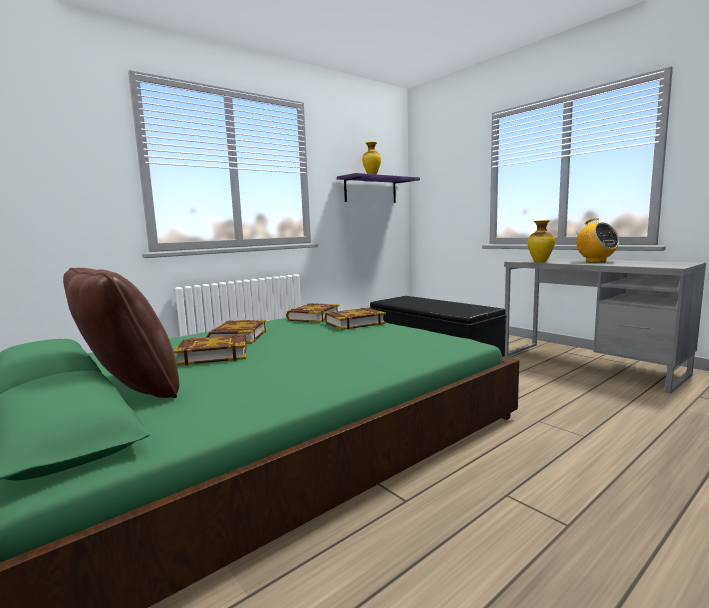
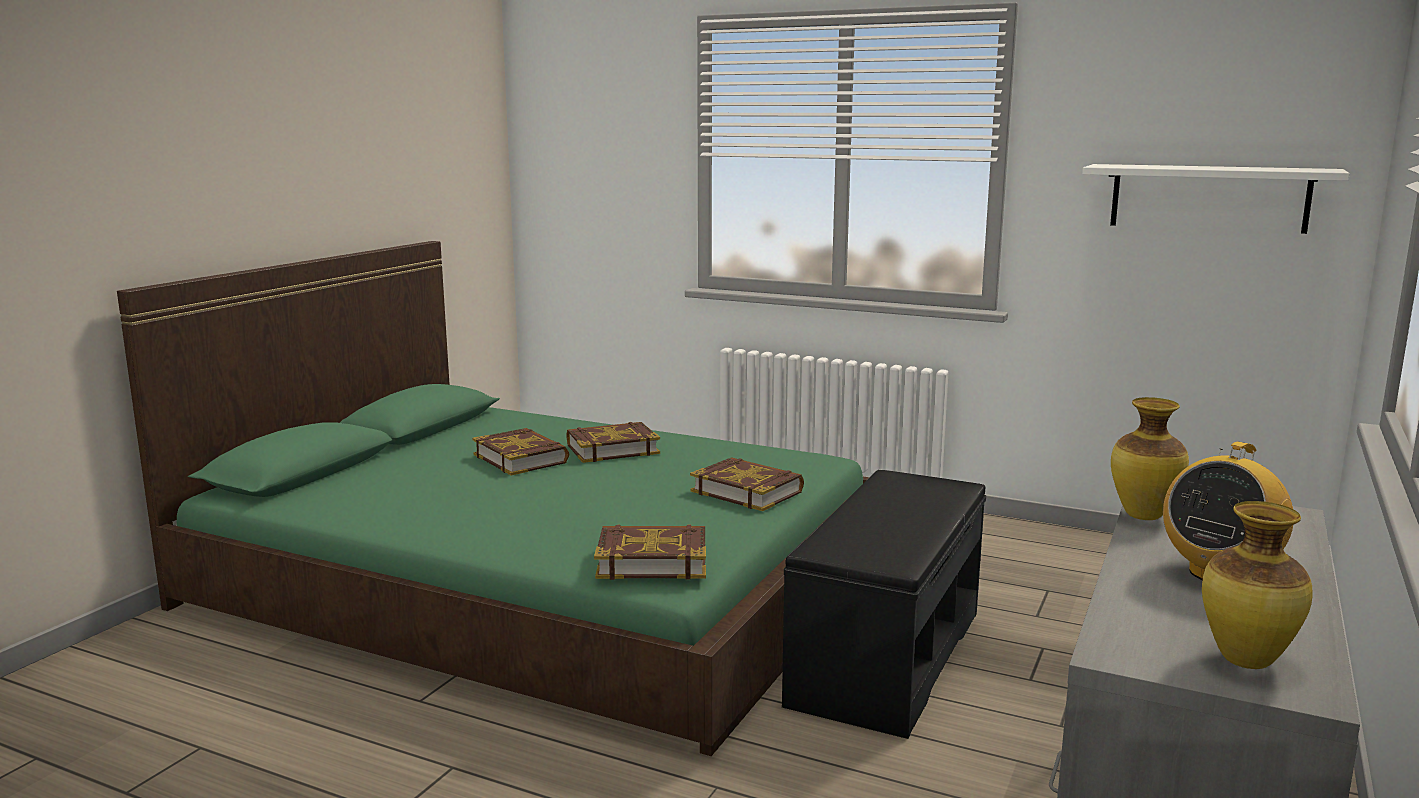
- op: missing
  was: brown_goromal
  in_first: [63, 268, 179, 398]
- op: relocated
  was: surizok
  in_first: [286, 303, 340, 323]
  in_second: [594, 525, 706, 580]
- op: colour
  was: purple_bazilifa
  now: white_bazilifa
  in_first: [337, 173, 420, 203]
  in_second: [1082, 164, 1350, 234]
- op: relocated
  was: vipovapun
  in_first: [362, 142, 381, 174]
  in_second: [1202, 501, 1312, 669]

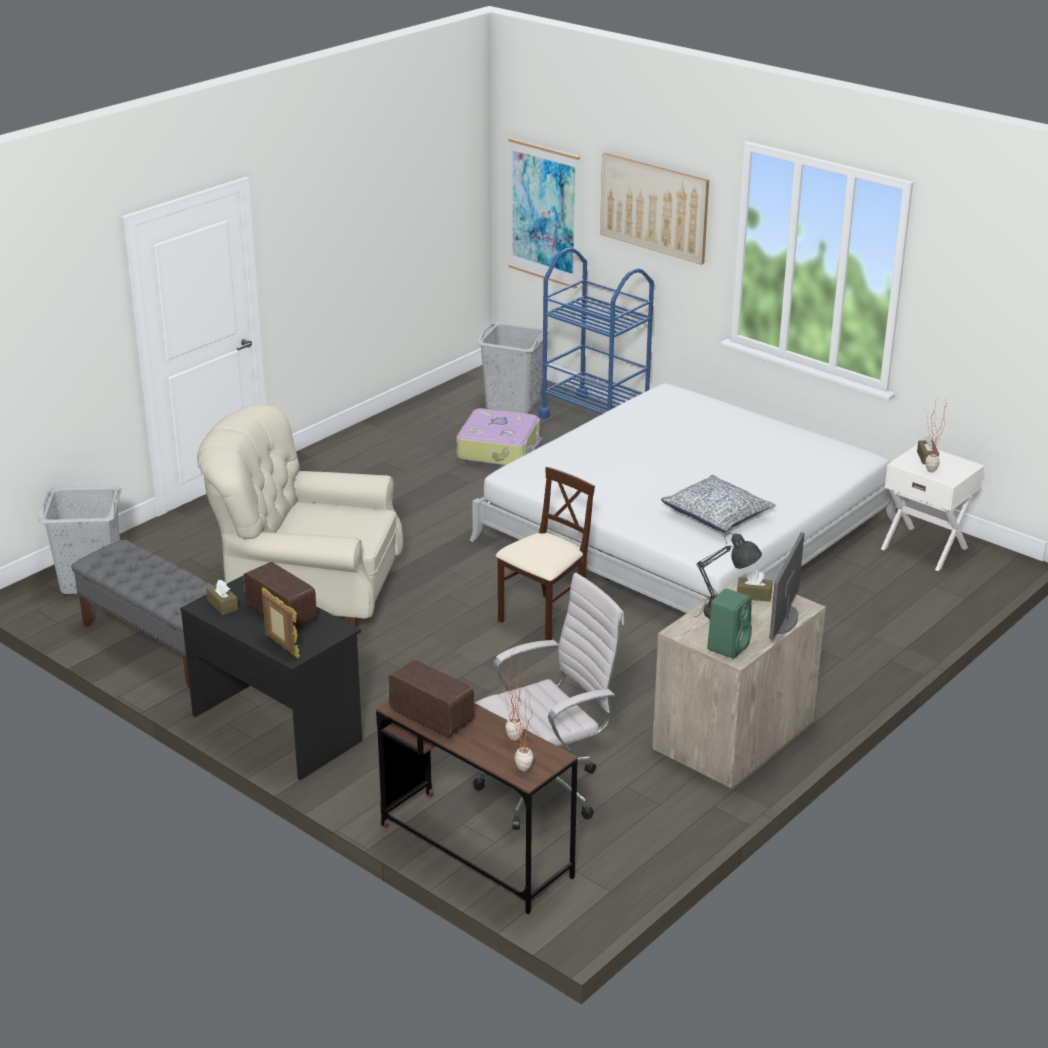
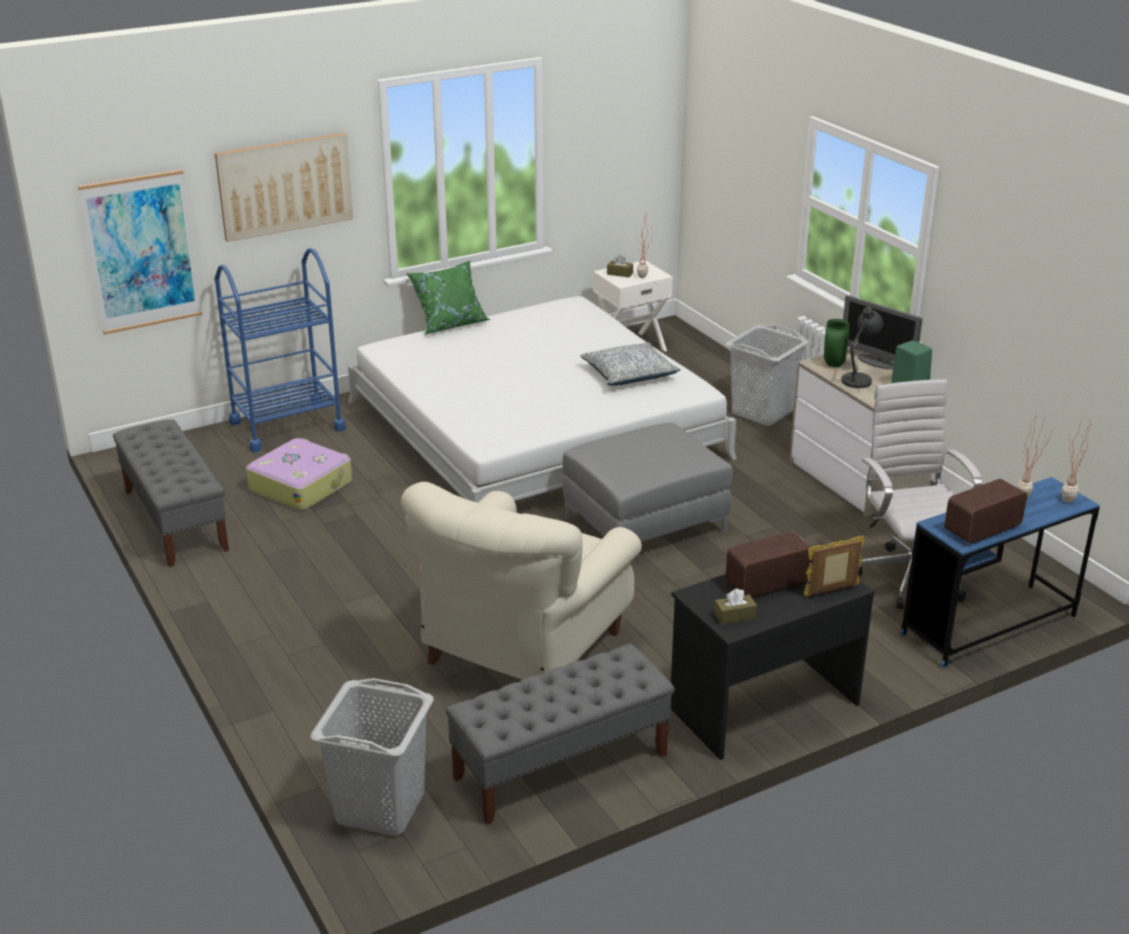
- op: colour
  was: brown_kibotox
  now: blue_kibotox
  in_first: [376, 701, 578, 914]
  in_second: [900, 477, 1100, 668]
- op: relocated
  was: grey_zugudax
  in_first: [476, 322, 550, 414]
  in_second: [725, 324, 810, 426]
- op: exchanged
  was: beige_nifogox
  now: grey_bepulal
  in_first: [496, 467, 595, 640]
  in_second: [563, 423, 733, 542]
- op: exchanged
  was: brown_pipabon
  now: green_vipovapun
  in_first: [737, 570, 772, 602]
  in_second: [824, 319, 850, 367]
- op: appeared
  now: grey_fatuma
  in_second: [113, 420, 229, 567]
- op: appeared
  now: green_goromal
  in_second: [406, 261, 491, 335]

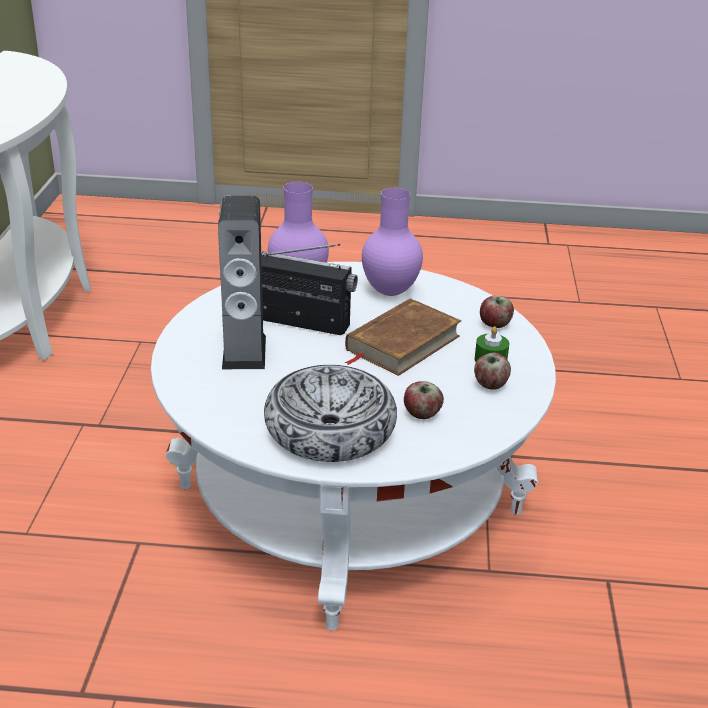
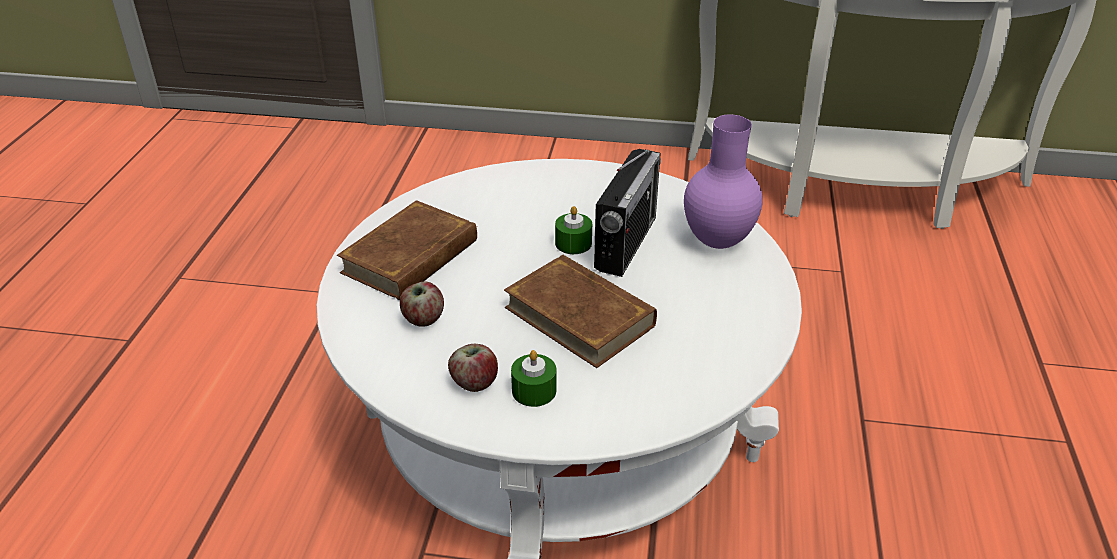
- op: missing
  was: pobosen
  in_first: [218, 196, 266, 369]
- op: exchanged
  was: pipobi
  now: brown_surizok
  in_first: [264, 365, 397, 462]
  in_second: [337, 200, 477, 300]
- op: missing
  was: purple_vipovapun
  in_first: [362, 188, 423, 296]
- op: missing
  was: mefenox
  in_first: [480, 296, 514, 328]
- op: appeared
  now: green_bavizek
  in_second: [555, 206, 592, 254]

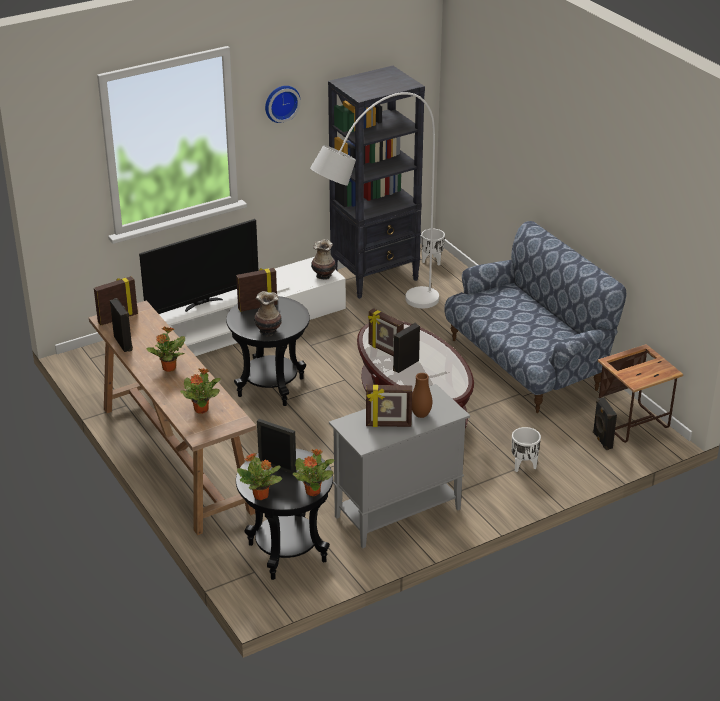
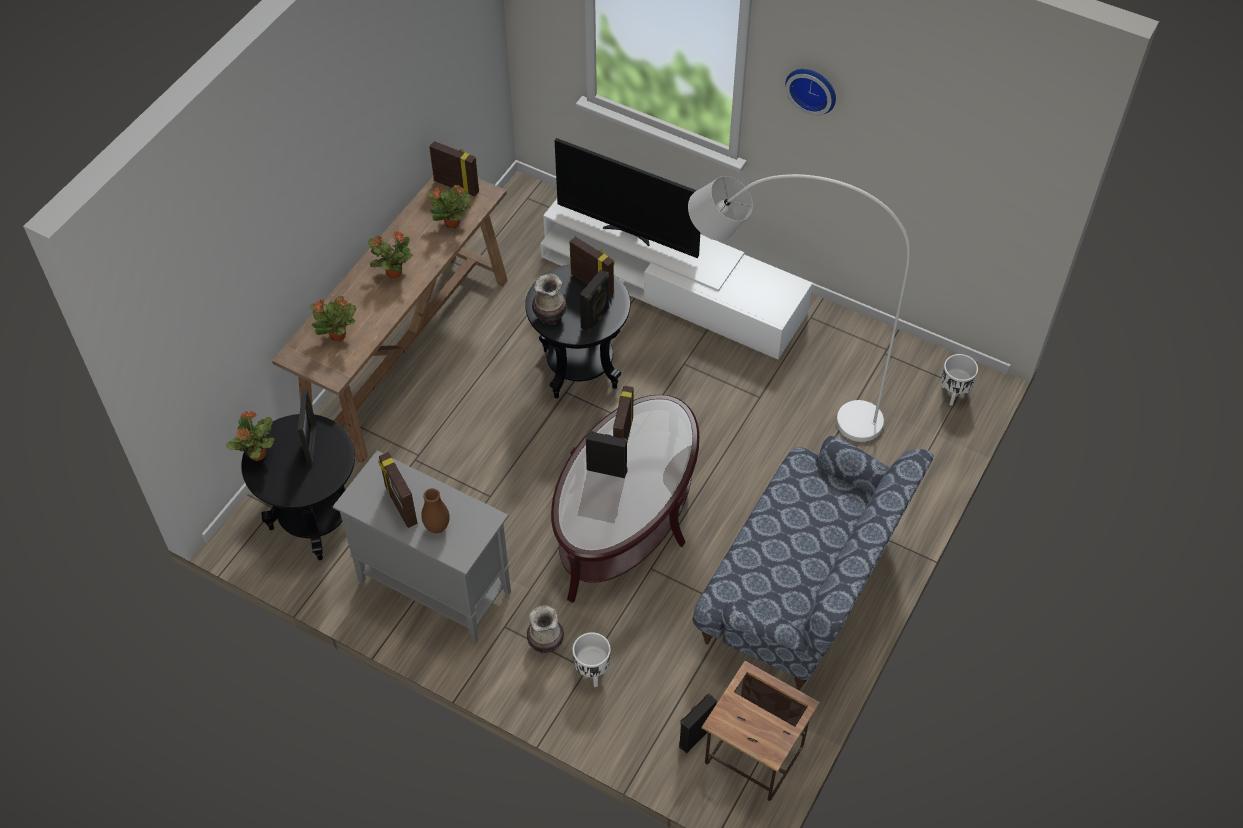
- op: relocated
  was: black_pobosen
  in_first: [110, 298, 133, 352]
  in_second: [580, 270, 610, 332]
- op: relocated
  was: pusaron
  in_first: [293, 449, 335, 496]
  in_second: [428, 185, 471, 228]
- op: relocated
  was: vipovapun
  in_first: [311, 239, 336, 279]
  in_second: [527, 605, 564, 653]
- op: missing
  was: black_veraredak
  in_first: [328, 66, 425, 299]

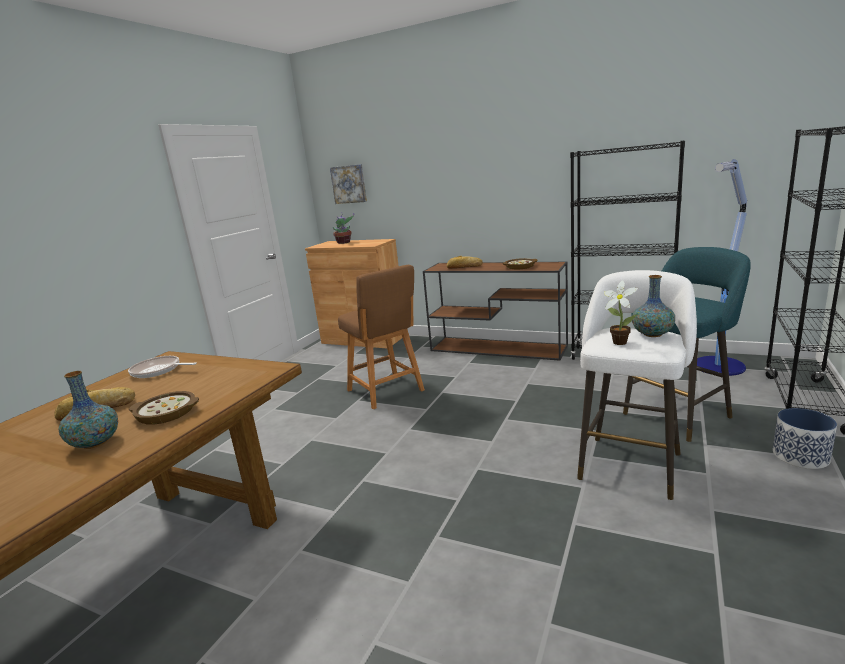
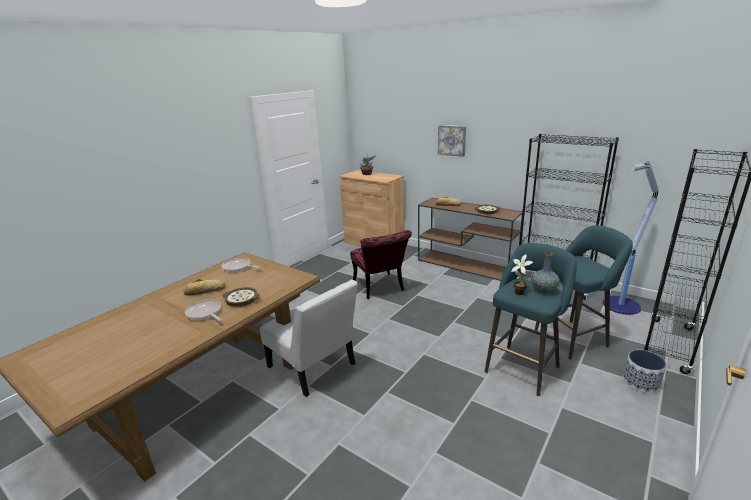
- op: exchanged
  was: vipovapun
  now: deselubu
  in_first: [58, 371, 118, 449]
  in_second: [185, 300, 222, 321]
- op: relocated
  was: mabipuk
  in_first: [330, 164, 367, 204]
  in_second: [438, 125, 466, 157]
- op: exchanged
  was: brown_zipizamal
  now: red_nifogox
  in_first: [338, 265, 425, 409]
  in_second: [350, 230, 412, 299]
- op: colour
  was: white_zipizamal
  now: turquoise_zipizamal
  in_first: [577, 270, 697, 500]
  in_second: [484, 243, 577, 396]
- op: appeared
  now: white_nifogox
  in_second: [260, 279, 358, 397]

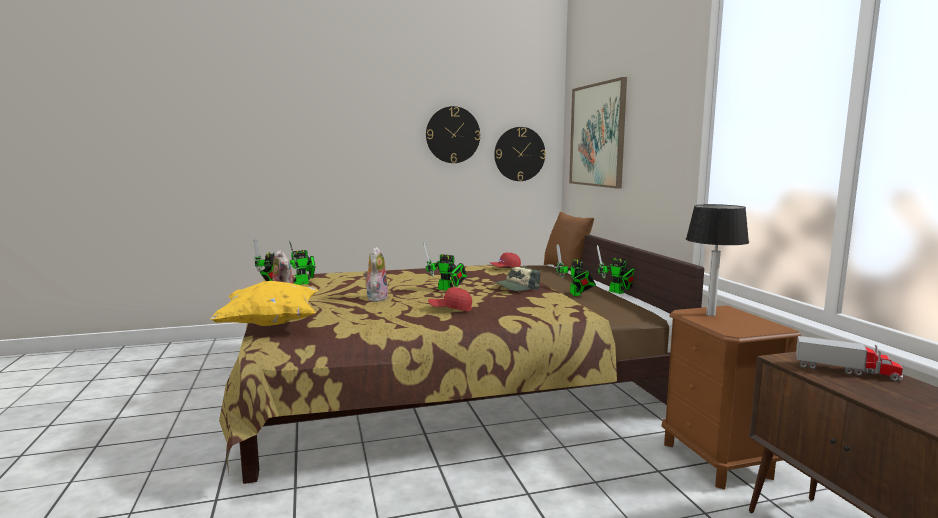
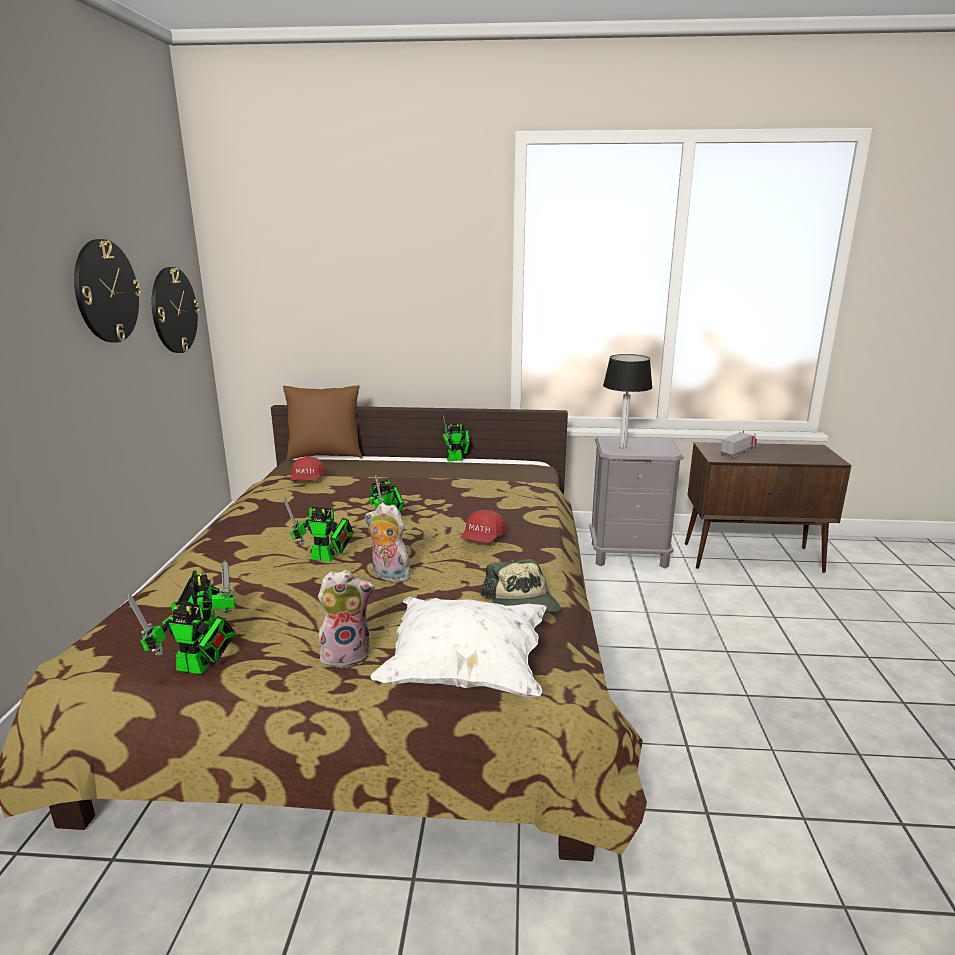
- op: colour
  was: yellow_goromal
  now: white_goromal
  in_first: [210, 281, 318, 326]
  in_second: [370, 597, 546, 697]
- op: relocated
  was: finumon
  in_first: [492, 266, 540, 291]
  in_second: [481, 559, 561, 612]
- op: relocated
  was: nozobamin
  in_first: [556, 244, 596, 296]
  in_second: [283, 496, 354, 562]
- op: missing
  was: mabipuk
  in_first: [569, 77, 627, 189]
- op: colour
  was: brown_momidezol
  now: grey_momidezol
  in_first: [662, 305, 801, 489]
  in_second: [590, 437, 684, 568]

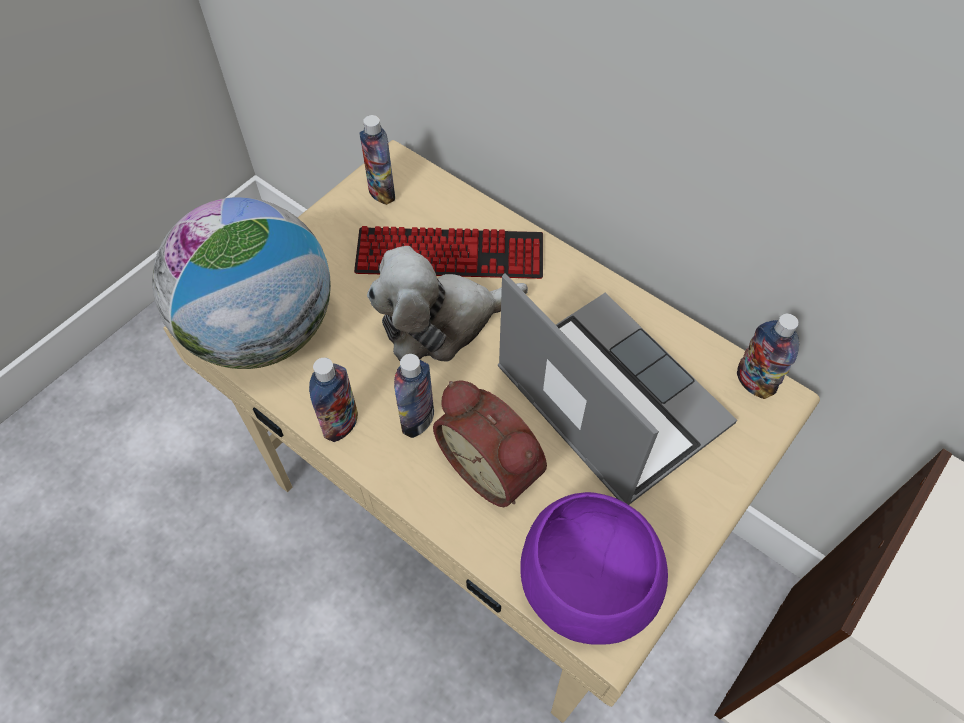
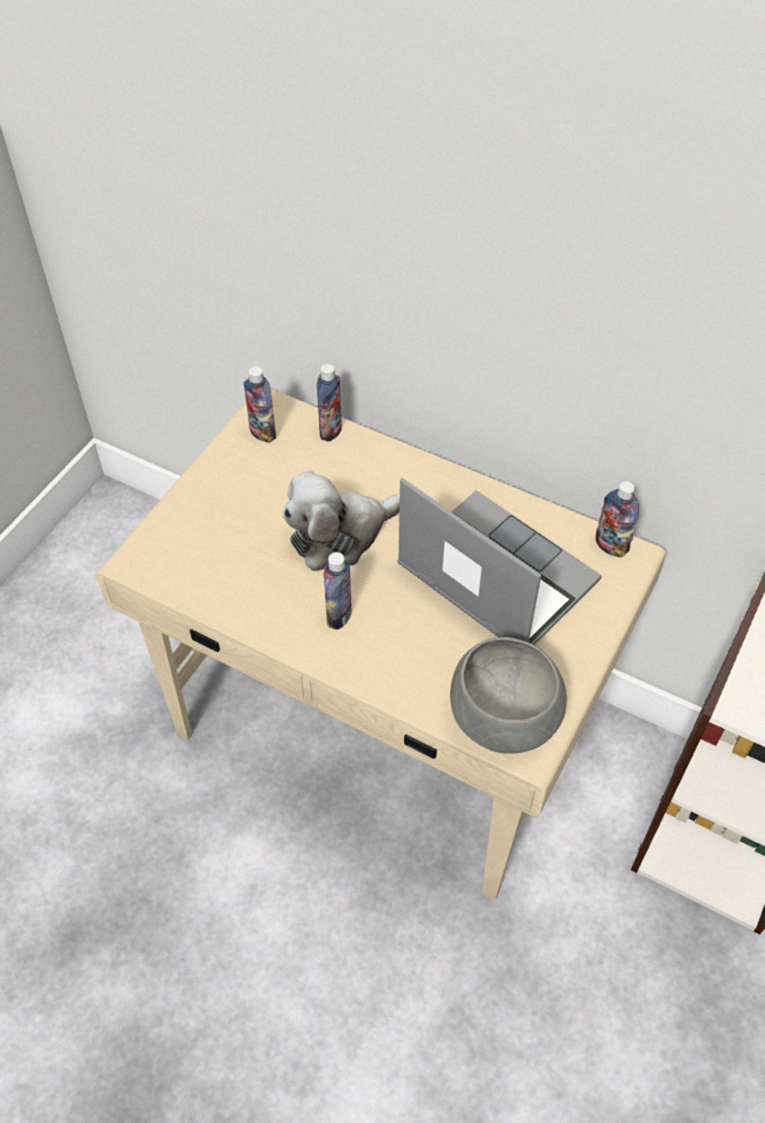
- op: missing
  was: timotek
  in_first: [152, 197, 331, 369]
- op: relocated
  was: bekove
  in_first: [309, 358, 358, 442]
  in_second: [317, 364, 342, 441]
- op: missing
  was: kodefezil
  in_first: [354, 226, 543, 279]
- op: missing
  was: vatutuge
  in_first: [433, 381, 547, 507]
- op: colour
  was: purple_pipobi
  now: grey_pipobi
  in_first: [520, 492, 668, 645]
  in_second: [450, 637, 567, 754]

